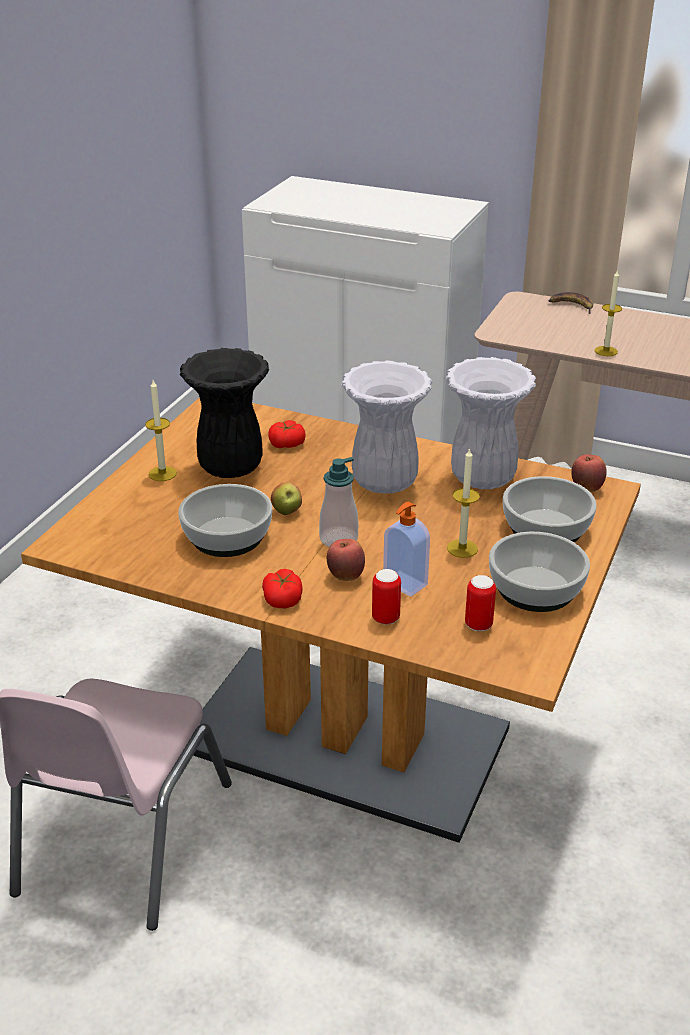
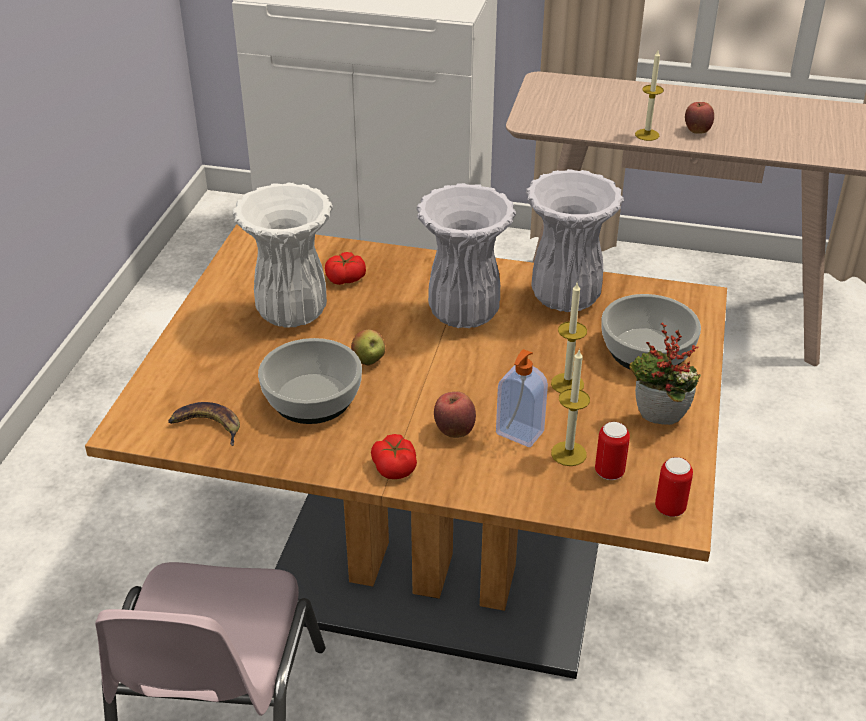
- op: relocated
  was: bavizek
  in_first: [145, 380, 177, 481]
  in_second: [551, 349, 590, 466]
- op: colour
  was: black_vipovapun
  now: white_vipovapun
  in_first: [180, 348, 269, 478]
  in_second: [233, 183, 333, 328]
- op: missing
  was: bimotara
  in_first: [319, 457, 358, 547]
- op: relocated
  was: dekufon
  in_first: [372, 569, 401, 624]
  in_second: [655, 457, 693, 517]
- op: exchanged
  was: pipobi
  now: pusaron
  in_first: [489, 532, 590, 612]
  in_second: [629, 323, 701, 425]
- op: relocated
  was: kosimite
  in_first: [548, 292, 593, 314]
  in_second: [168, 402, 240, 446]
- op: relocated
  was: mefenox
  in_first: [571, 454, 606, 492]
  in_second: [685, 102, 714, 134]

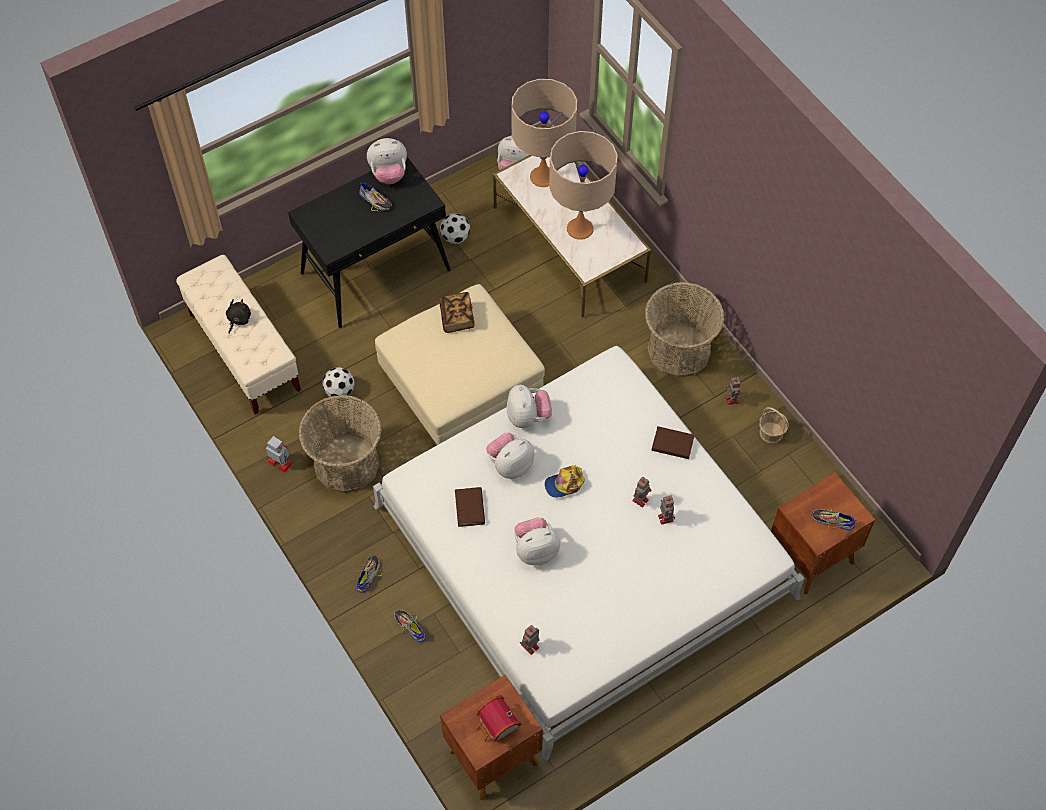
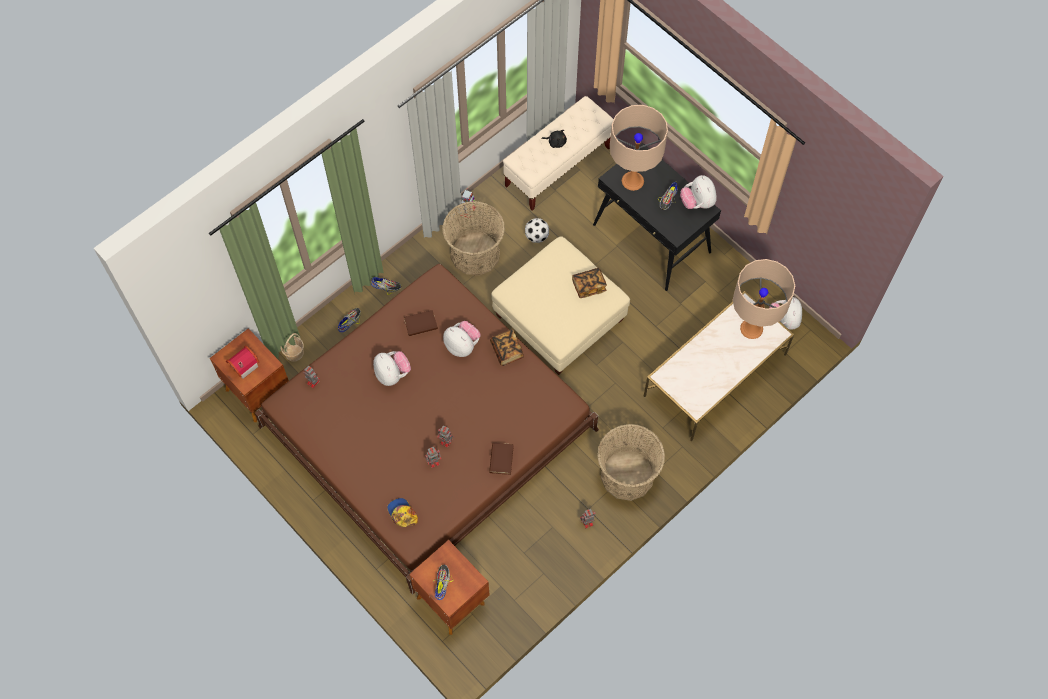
- op: colour
  was: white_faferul
  now: brown_faferul
  in_first: [373, 346, 805, 761]
  in_second: [255, 264, 599, 594]
- op: missing
  was: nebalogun
  in_first: [440, 213, 470, 244]
- op: exchanged
  was: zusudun
  now: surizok
  in_first: [507, 385, 552, 428]
  in_second: [490, 329, 524, 366]
- op: relocated
  was: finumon
  in_first: [545, 466, 585, 498]
  in_second: [387, 498, 418, 527]
- op: relocated
  was: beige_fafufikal
  in_first: [549, 131, 618, 240]
  in_second: [610, 105, 668, 191]
- op: relocated
  was: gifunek
  in_first: [759, 407, 789, 443]
  in_second: [281, 333, 304, 362]

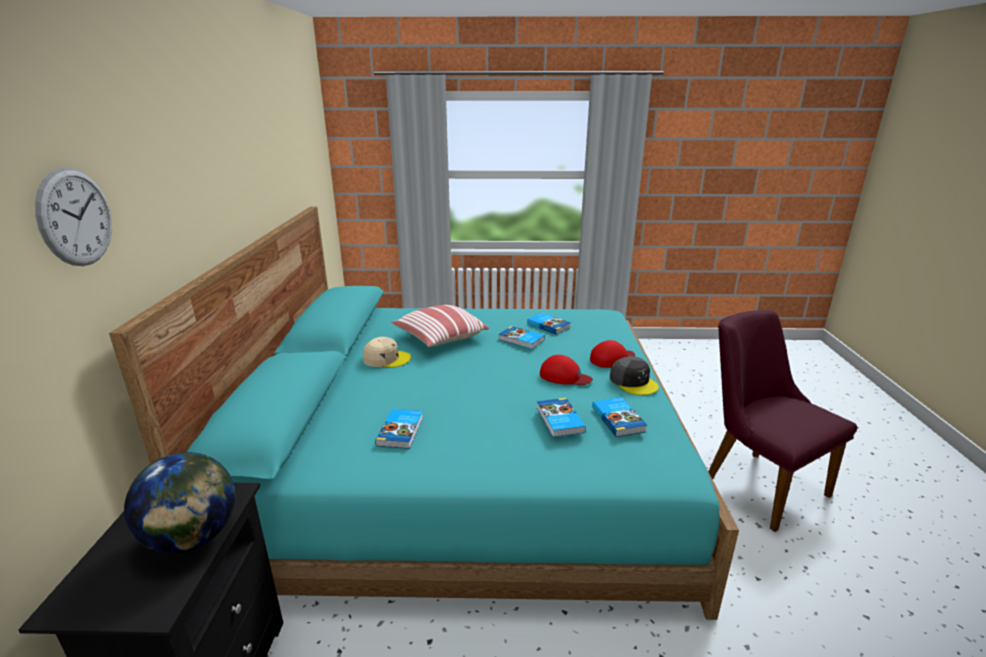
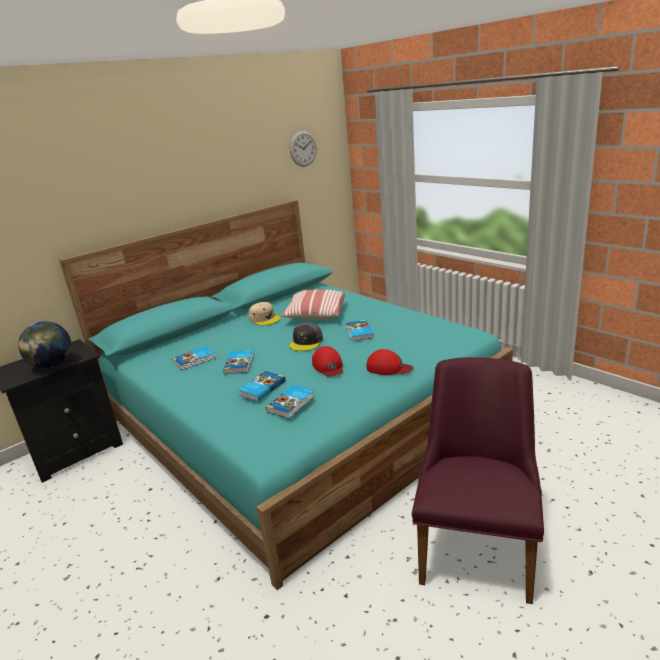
- op: relocated
  was: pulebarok
  in_first: [35, 168, 112, 266]
  in_second: [290, 131, 317, 167]
- op: relocated
  was: surizok
  in_first: [527, 313, 571, 335]
  in_second: [223, 350, 254, 374]
- op: relocated
  was: grey_finumon
  in_first: [610, 356, 659, 395]
  in_second: [290, 323, 323, 351]

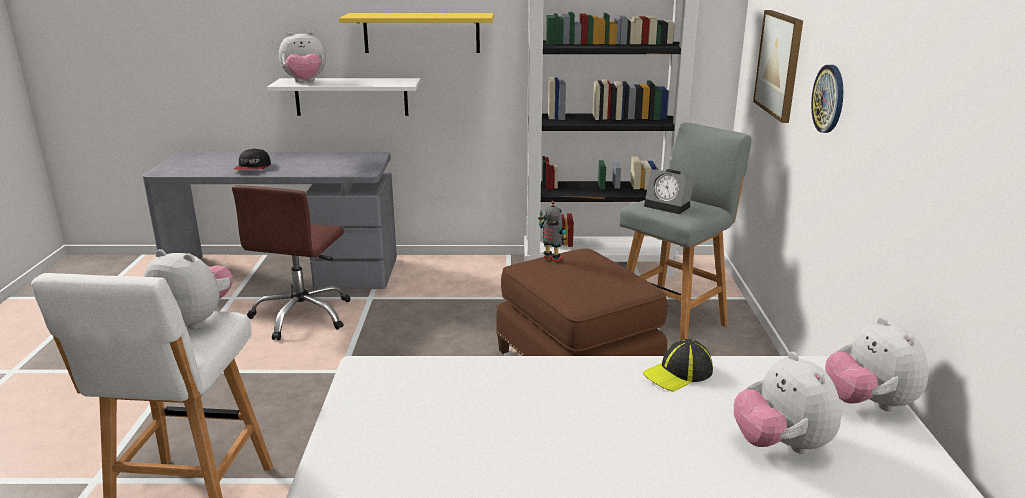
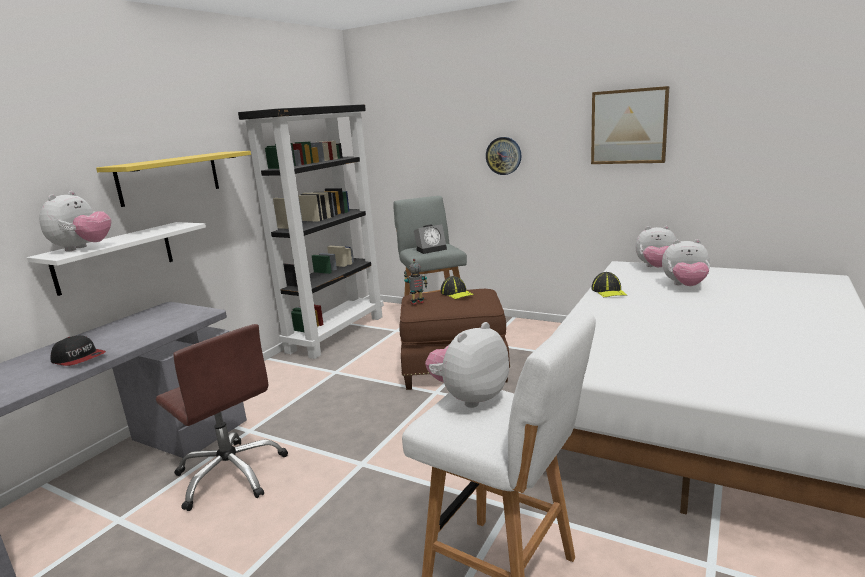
- op: relocated
  was: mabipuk
  in_first: [753, 10, 803, 123]
  in_second: [591, 86, 669, 164]
- op: appeared
  now: finumon
  in_second: [441, 276, 474, 299]

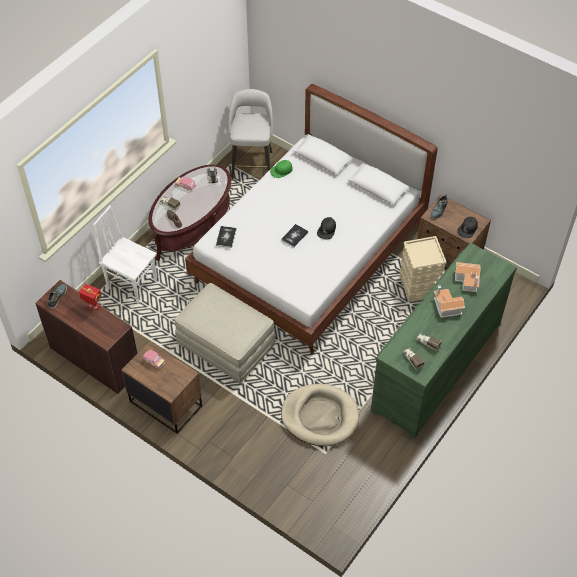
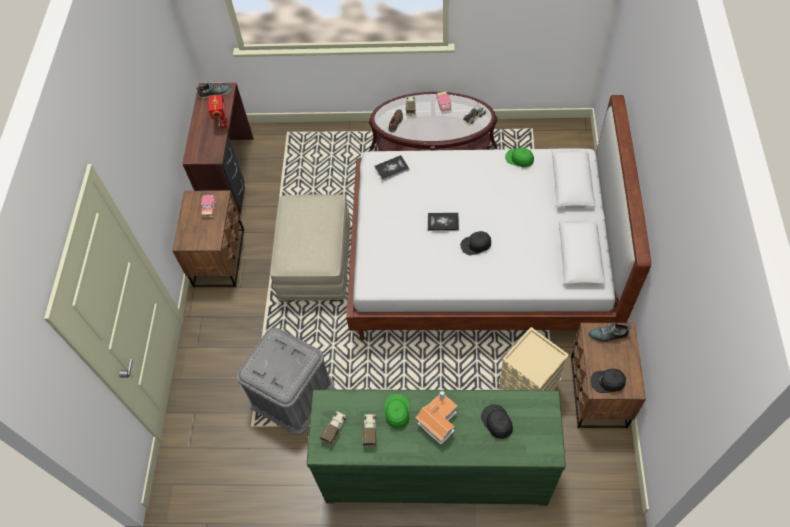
- op: missing
  was: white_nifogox
  in_first: [93, 205, 157, 304]
- op: missing
  was: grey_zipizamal
  in_first: [229, 89, 273, 179]
- op: exchanged
  was: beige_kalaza
  now: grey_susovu
  in_first: [281, 384, 359, 446]
  in_second: [236, 328, 334, 435]
- op: exchanged
  was: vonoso
  now: black_finumon
  in_first: [455, 262, 481, 292]
  in_second: [481, 404, 513, 439]
- op: appeared
  now: green_finumon
  in_second: [384, 394, 410, 429]

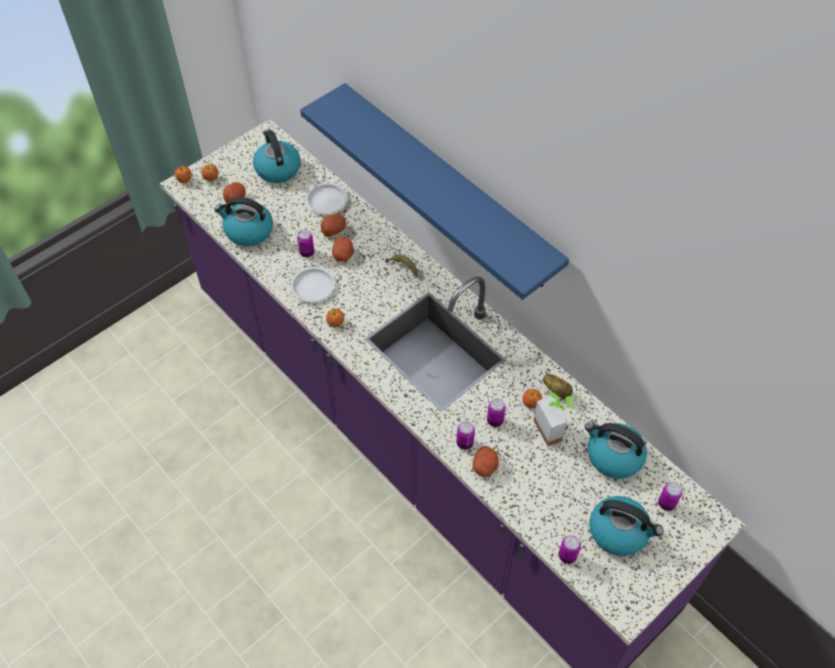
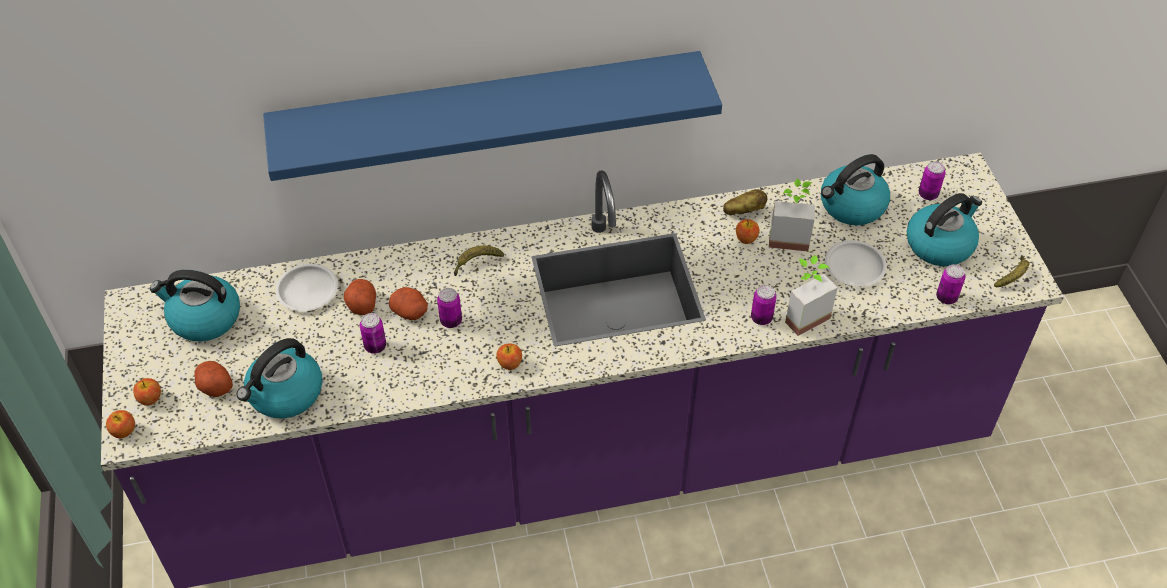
- op: relocated
  was: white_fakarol
  in_first: [291, 267, 335, 302]
  in_second: [825, 240, 887, 287]
- op: exchanged
  was: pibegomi
  now: pusaron
  in_first: [473, 446, 499, 477]
  in_second: [785, 255, 838, 336]
- op: relocated
  was: dekufon
  in_first: [487, 398, 506, 427]
  in_second: [437, 288, 462, 328]
- op: appeared
  now: kosimite
  in_second: [994, 256, 1030, 287]

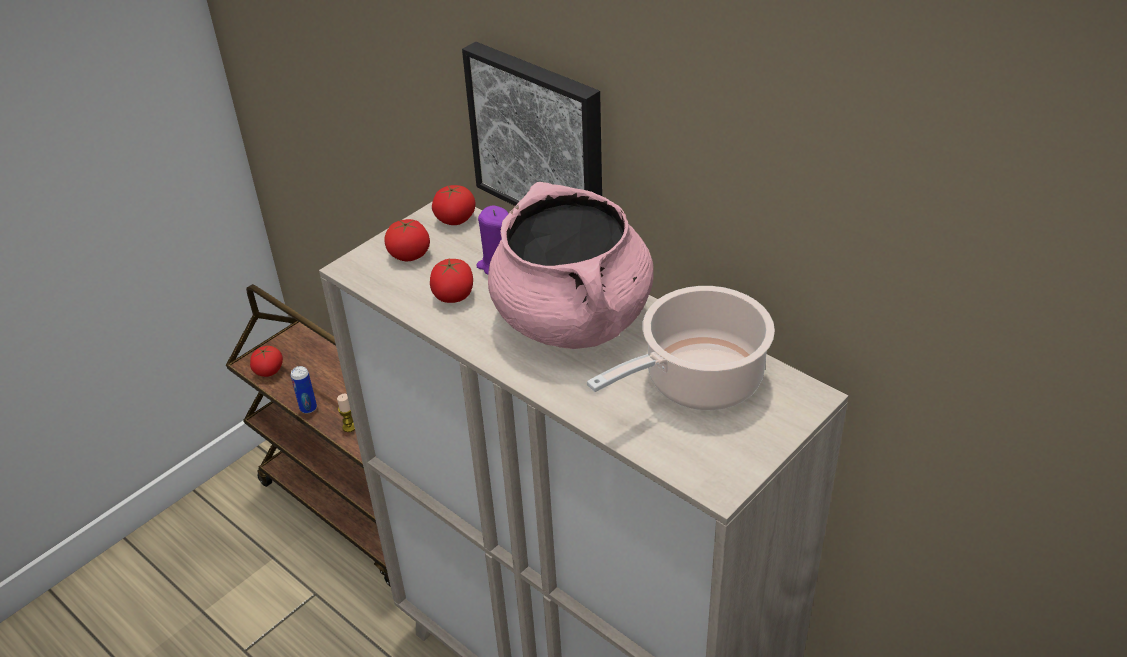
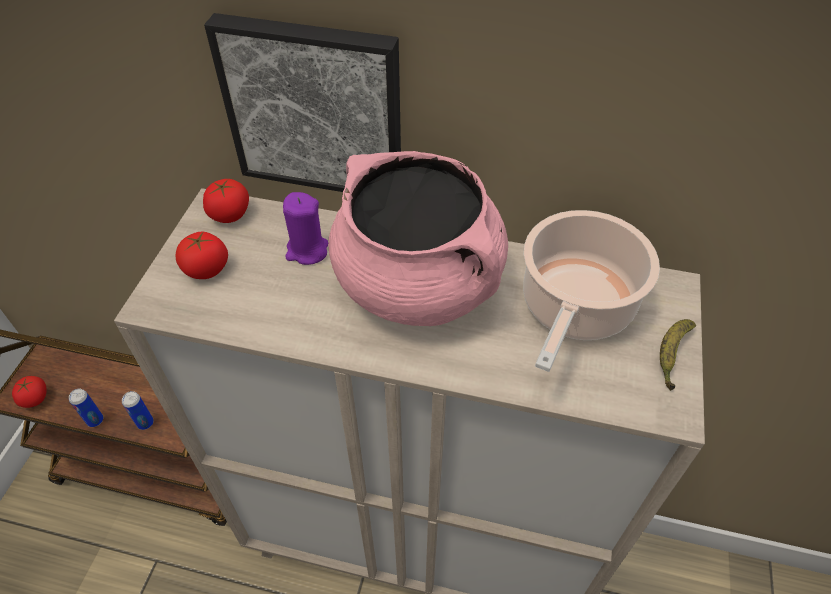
- op: exchanged
  was: bavizek
  now: dekufon
  in_first: [337, 394, 355, 432]
  in_second: [122, 391, 154, 430]
- op: missing
  was: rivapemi
  in_first: [430, 259, 473, 303]
- op: appeared
  now: kosimite
  in_second: [660, 319, 696, 391]

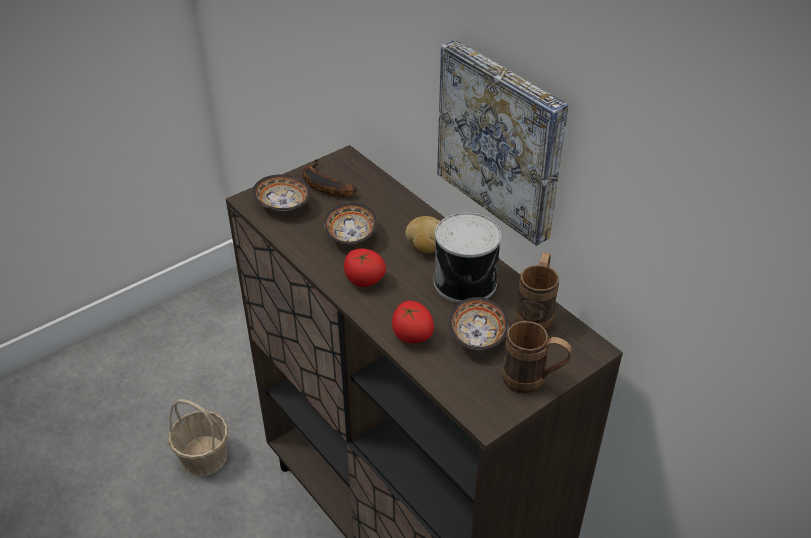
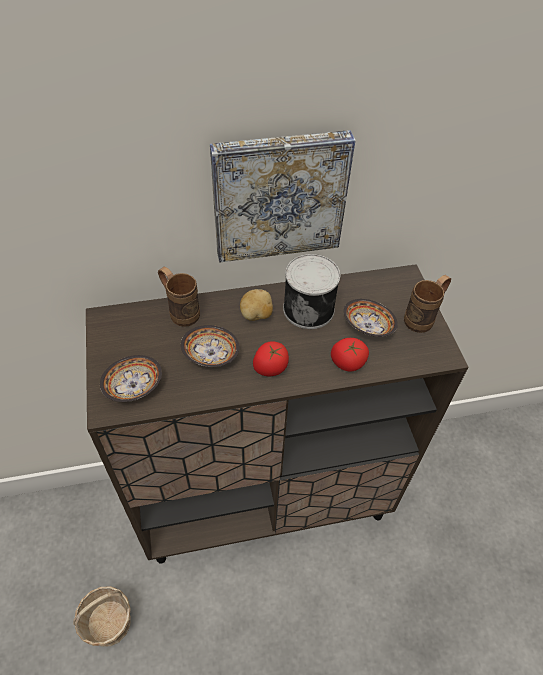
- op: missing
  was: kosimite
  in_first: [302, 159, 357, 197]
- op: relocated
  was: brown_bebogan
  in_first: [515, 252, 559, 330]
  in_second: [158, 267, 200, 327]

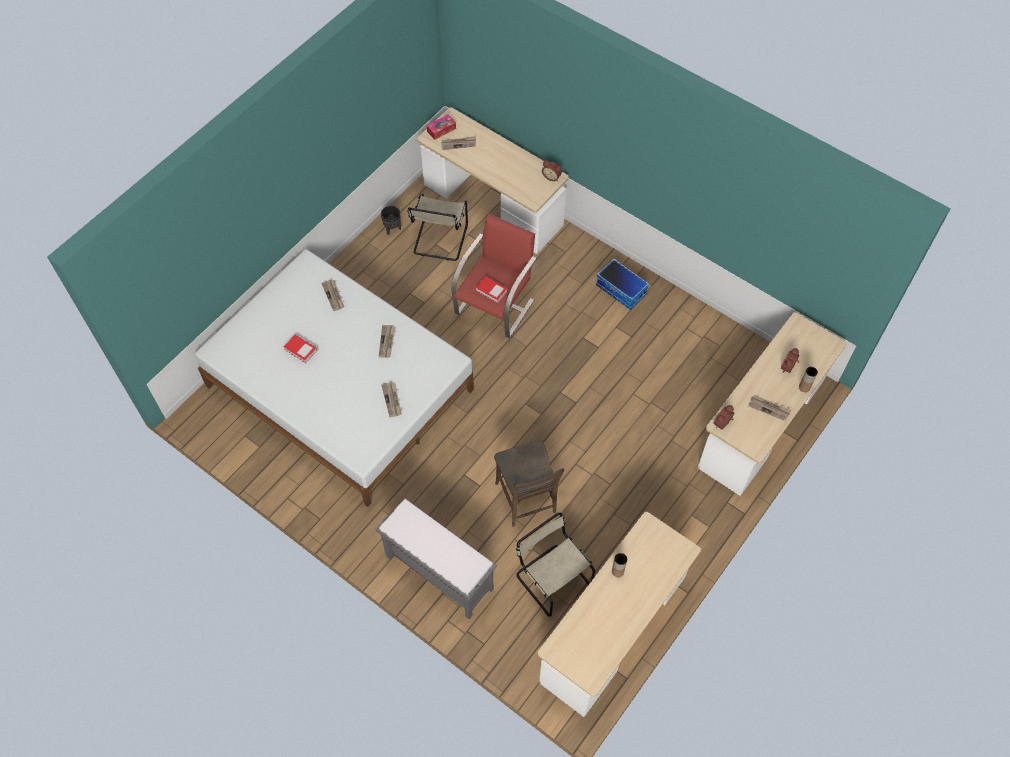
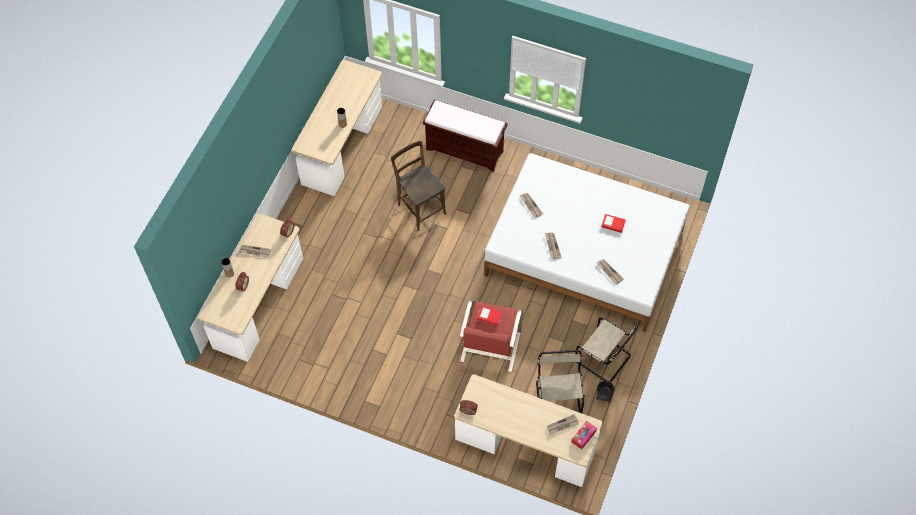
- op: colour
  was: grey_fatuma
  now: brown_fatuma
  in_first: [376, 498, 497, 619]
  in_second: [422, 99, 508, 172]
- op: relocated
  was: beige_nifogox
  in_first: [516, 512, 595, 617]
  in_second: [575, 318, 638, 382]
- op: missing
  was: susovu
  in_first: [596, 259, 649, 310]

